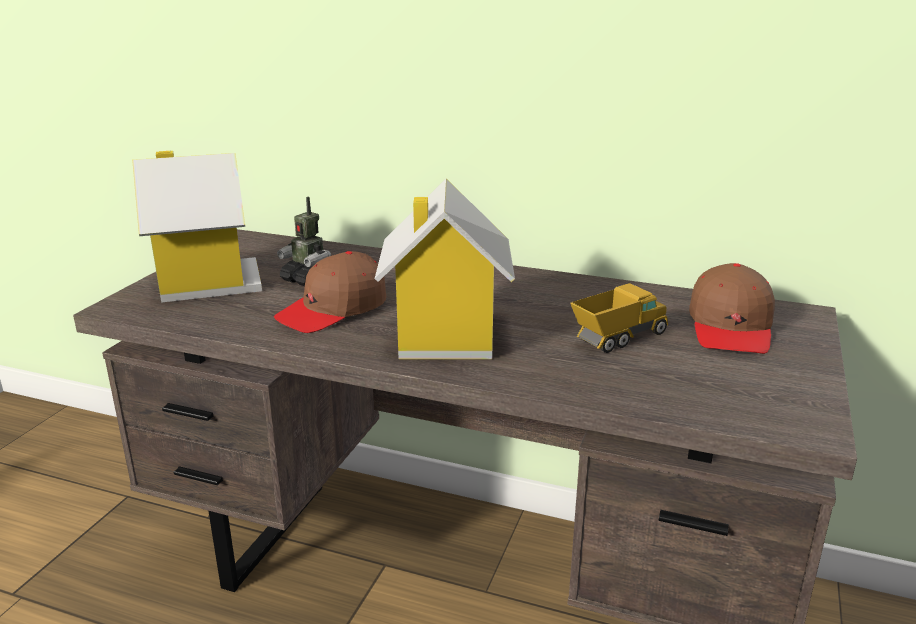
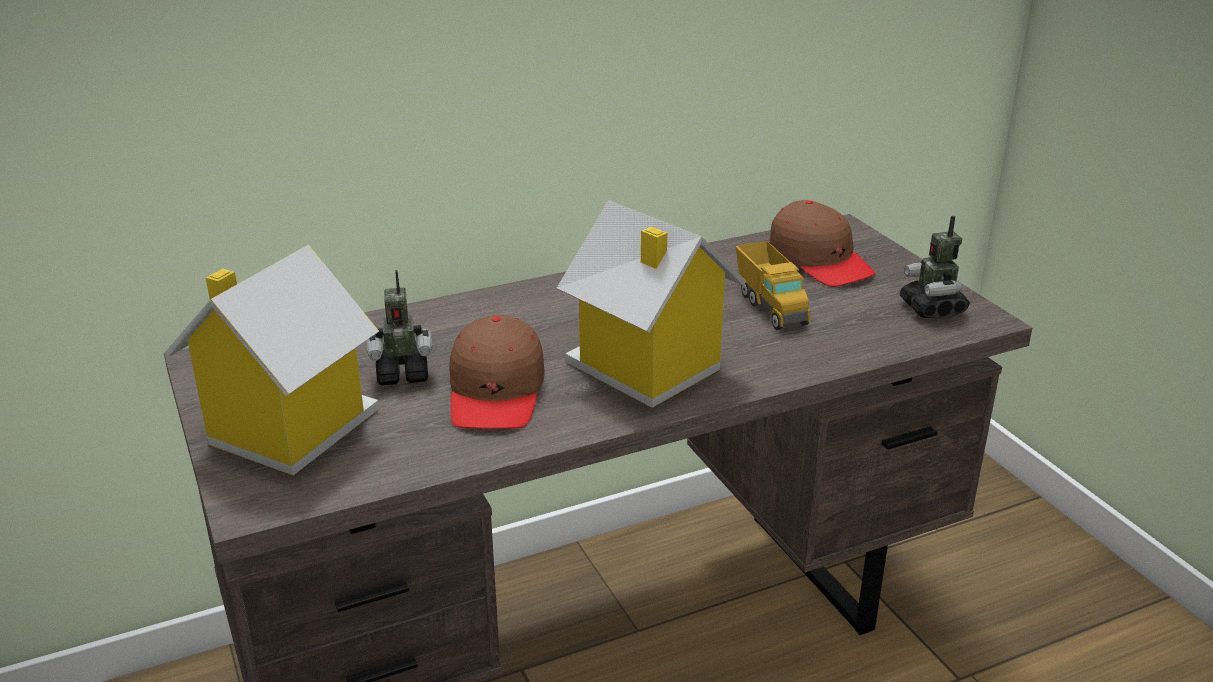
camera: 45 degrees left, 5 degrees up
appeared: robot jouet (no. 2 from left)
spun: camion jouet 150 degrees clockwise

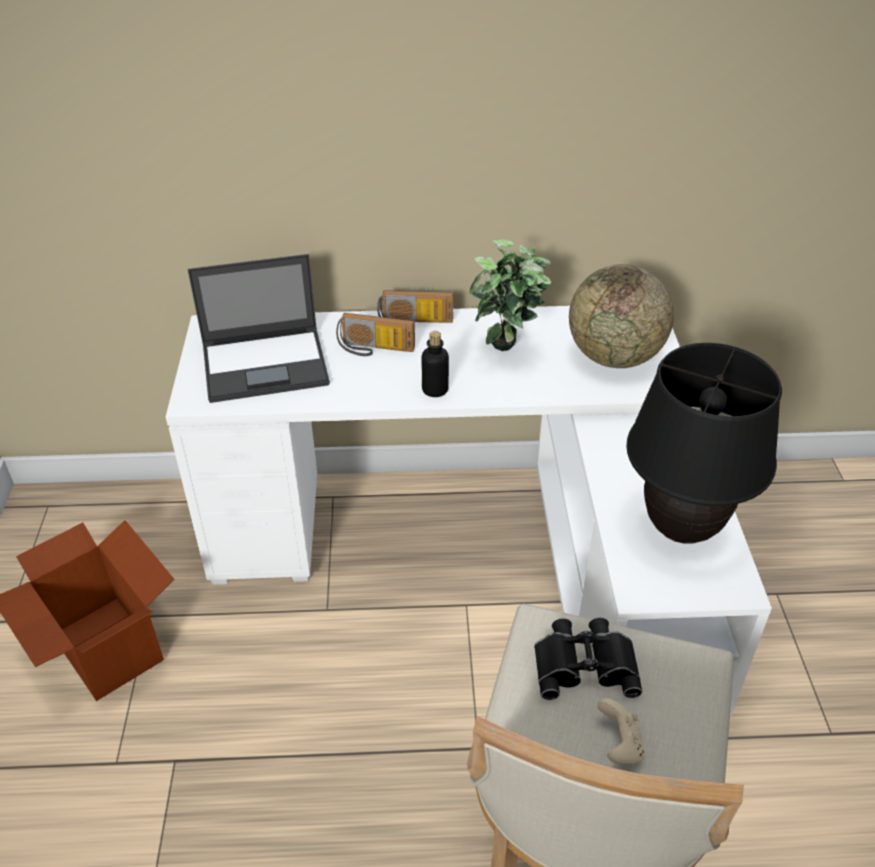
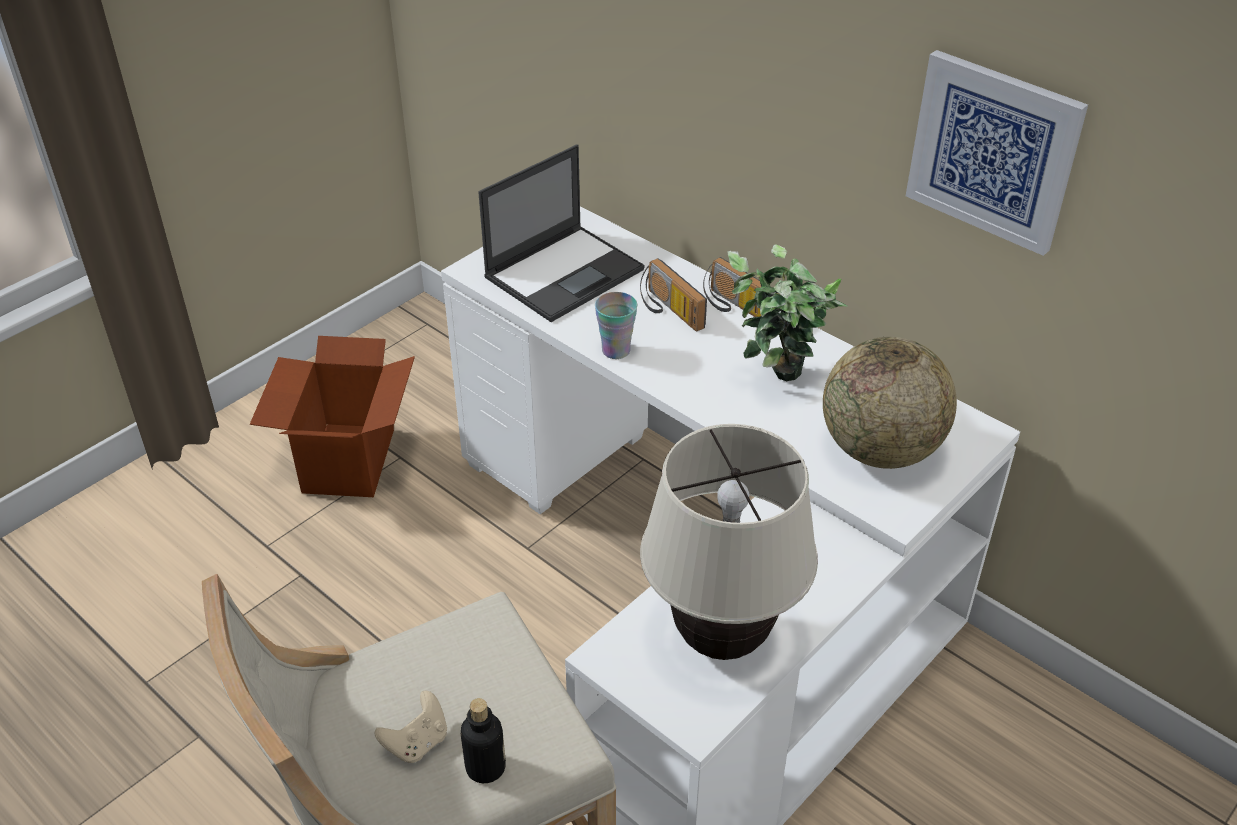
camera: 45 degrees right, 0 degrees up
missing: jumelles [noir]
appeared: tableau; tasse
relocated: bouteille
colour: lampe de table [noir] to lampe de table [beige]
spun: ordinateur portable 75 degrees counterclockwise

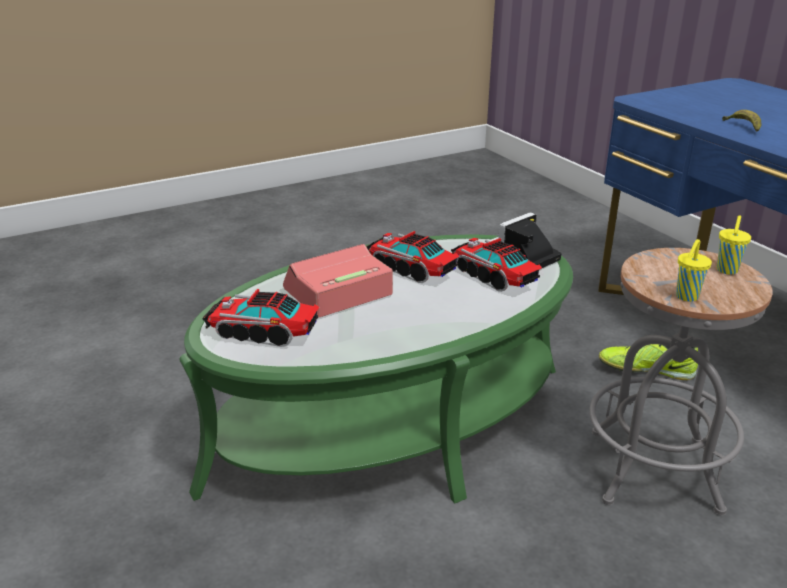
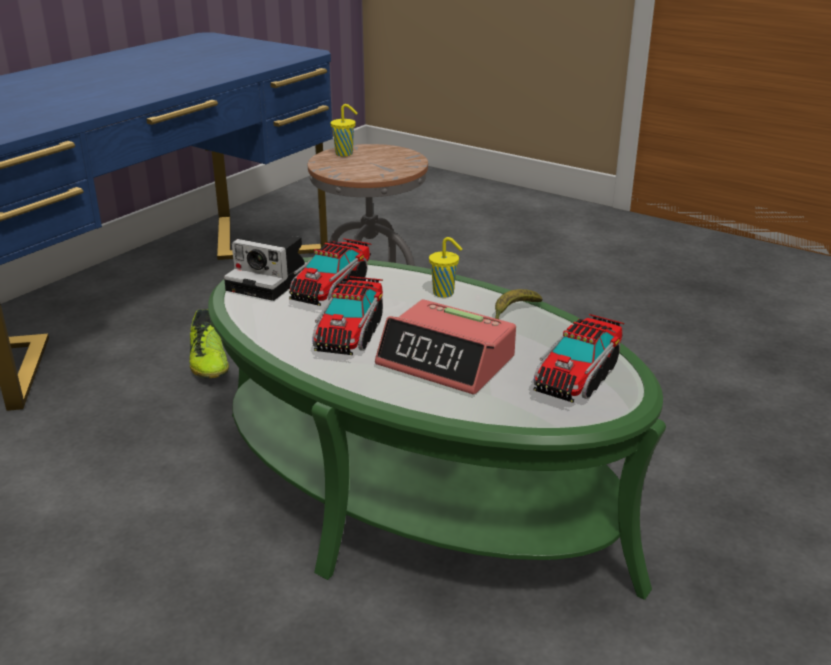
camera: 115 degrees left, 0 degrees up
relocated: banane; tasse [jaune] (no. 1 from left in the first image) to tasse [jaune] (no. 2 from left)
spun: camion jouet (no. 1 from left in the first image) 45 degrees clockwise

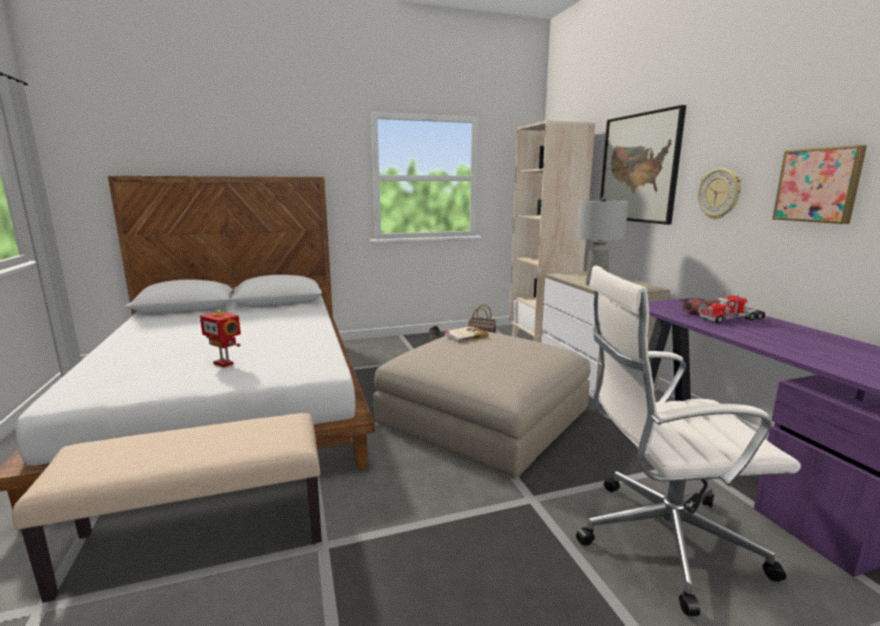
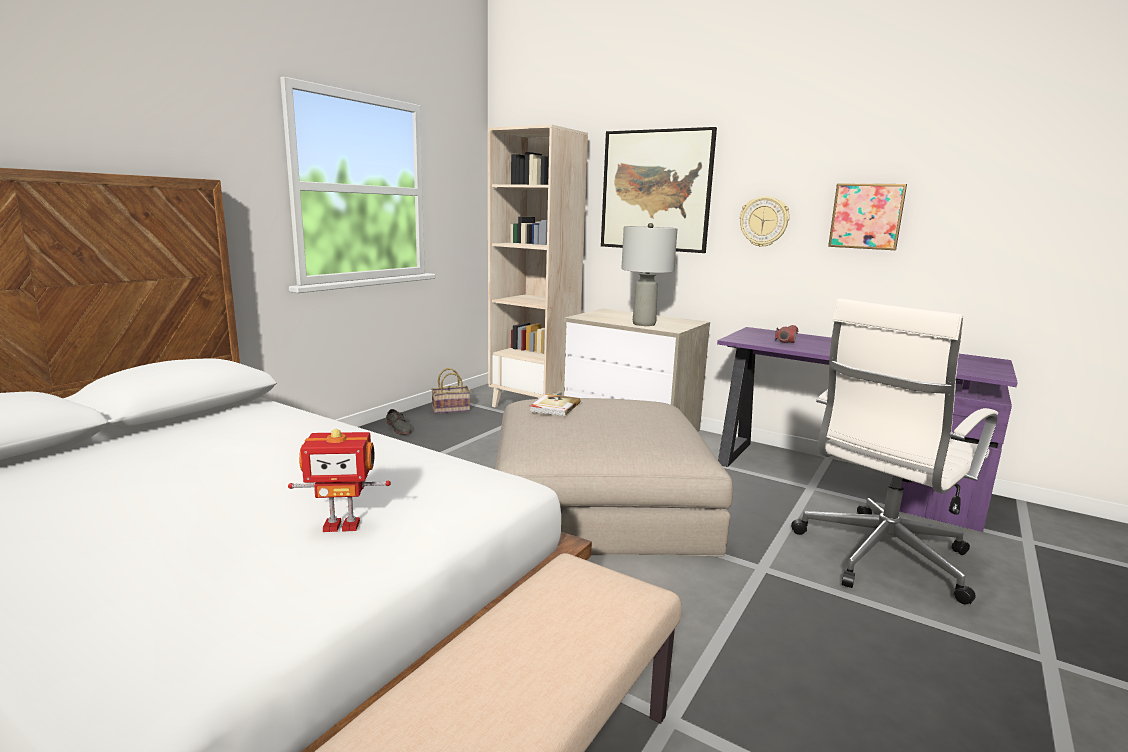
camera: 40 degrees left, 0 degrees up
missing: camion jouet

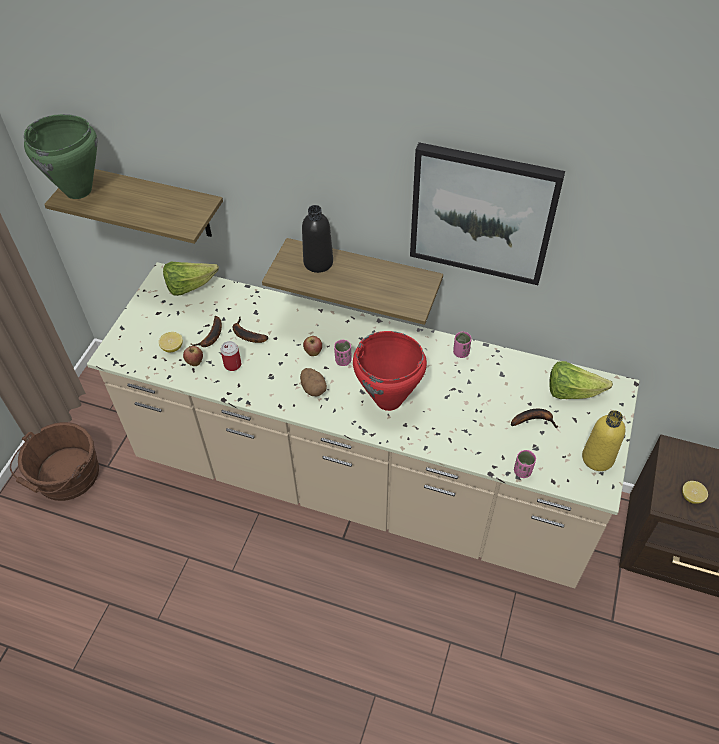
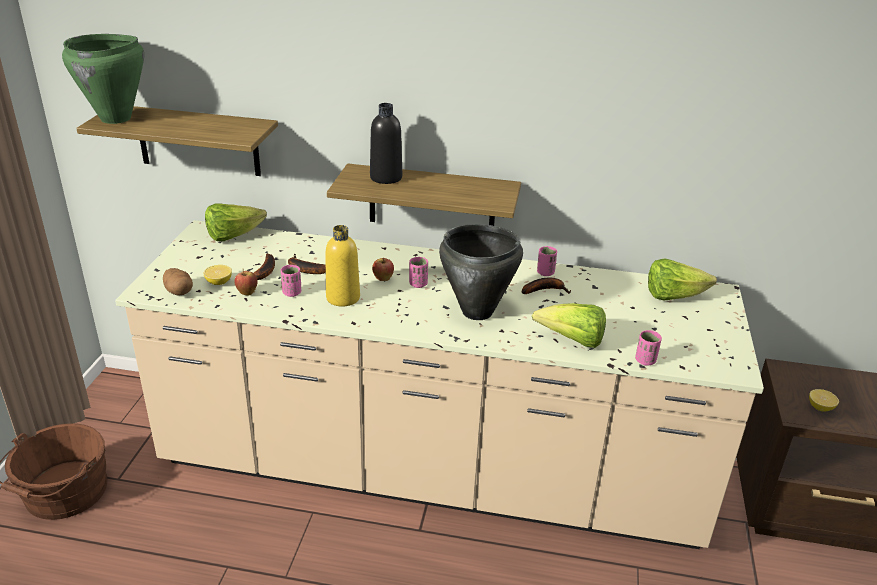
camera: 10 degrees left, 20 degrees down
missing: tableau
appeared: laitue (no. 2 from left)
relocated: pomme de terre; banane (no. 3 from left); bouteille [jaune]
exchanged: boîte métallique to tasse [rose] (no. 1 from left)
colour: marmite [rouge] to marmite [noir]

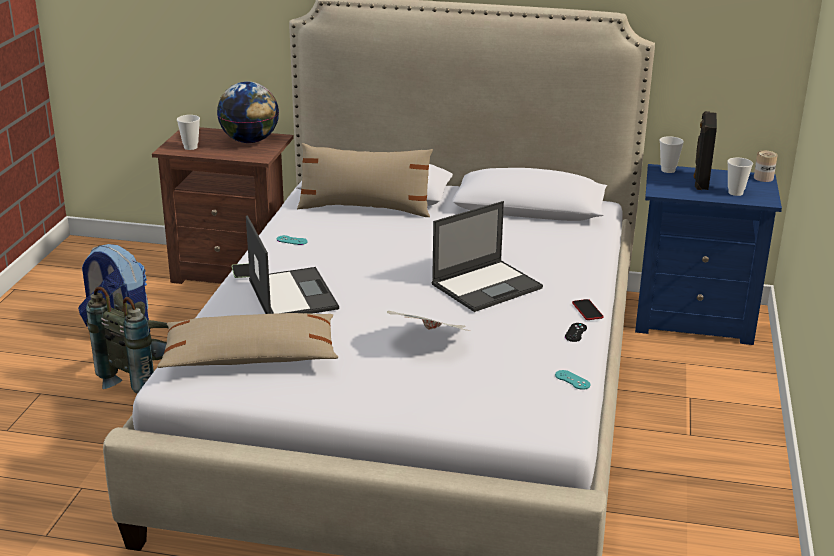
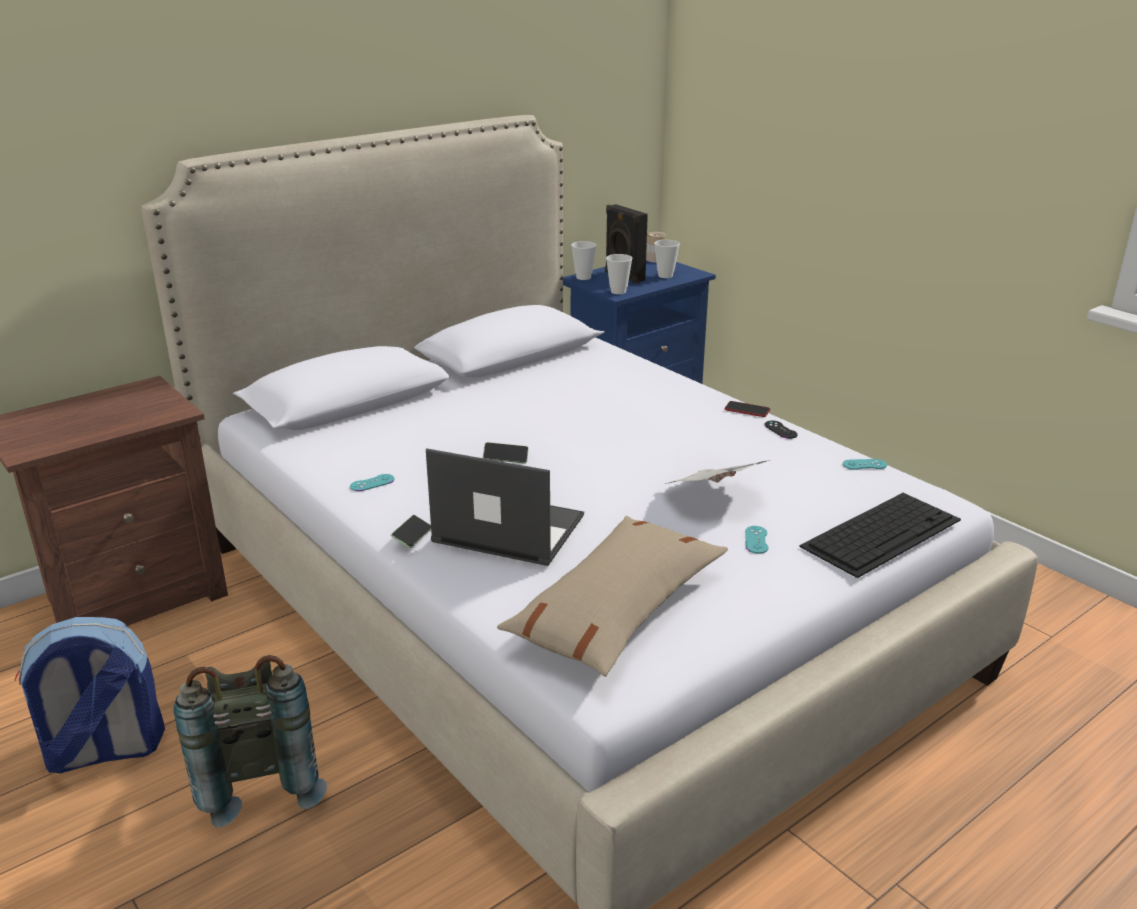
camera: 50 degrees left, 0 degrees up
missing: globe; coussin [beige] (no. 2 from left); ordinateur portable (no. 2 from left)
appeared: téléphone (no. 2 from left); clavier; manette [turquoise] (no. 2 from left)
relocated: tasse (no. 1 from left in the first image) to tasse (no. 2 from left)

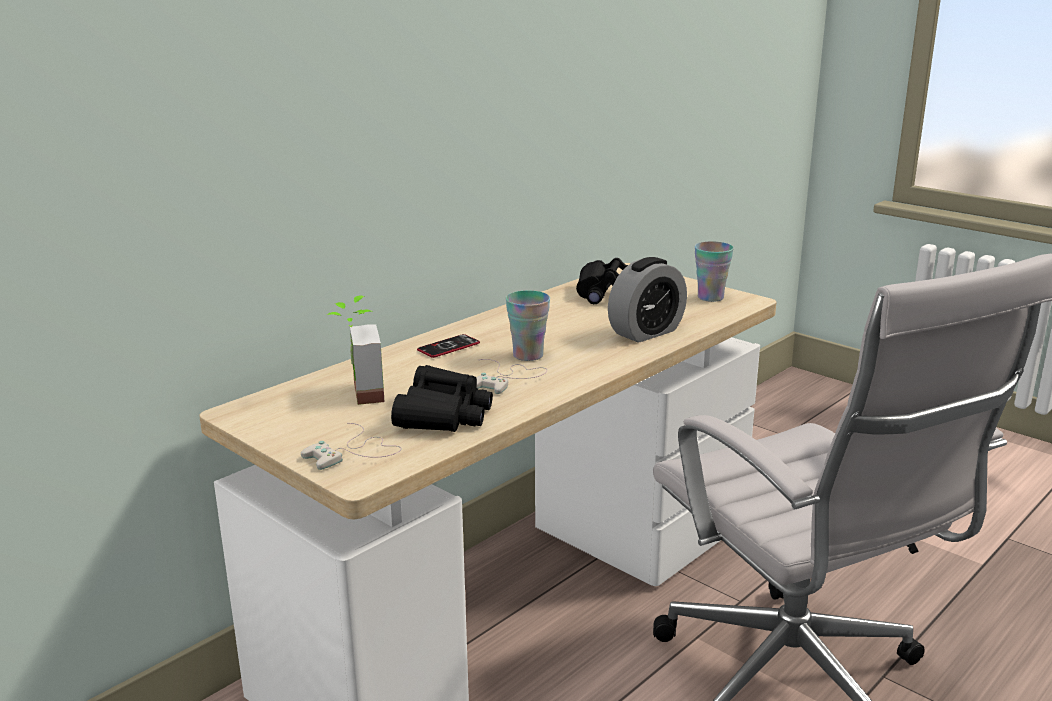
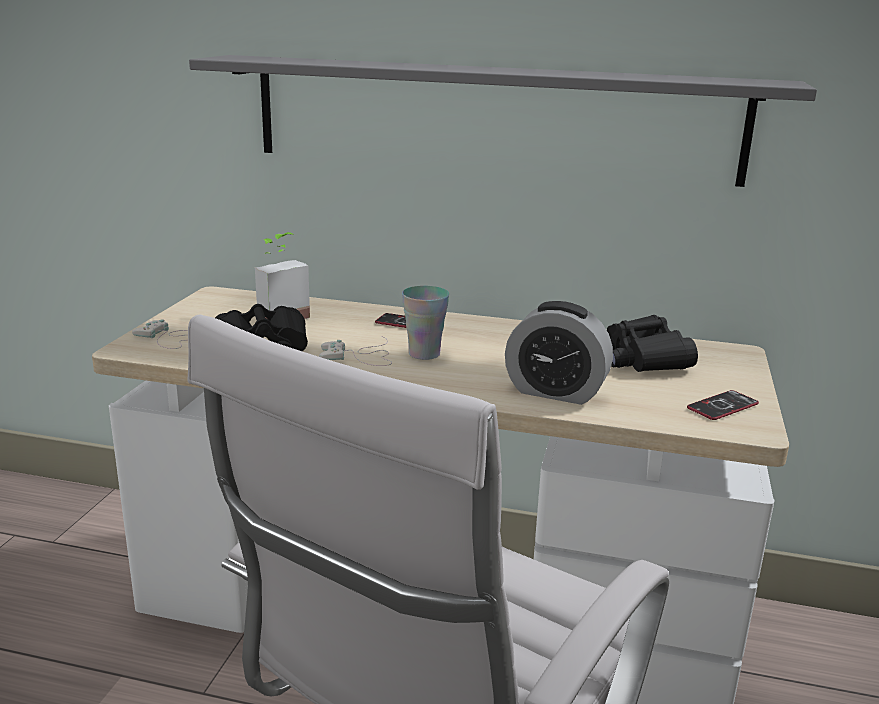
camera: 60 degrees right, 0 degrees up
appeared: étagère [gris]
exchanged: tasse (no. 2 from left) to téléphone (no. 2 from left)

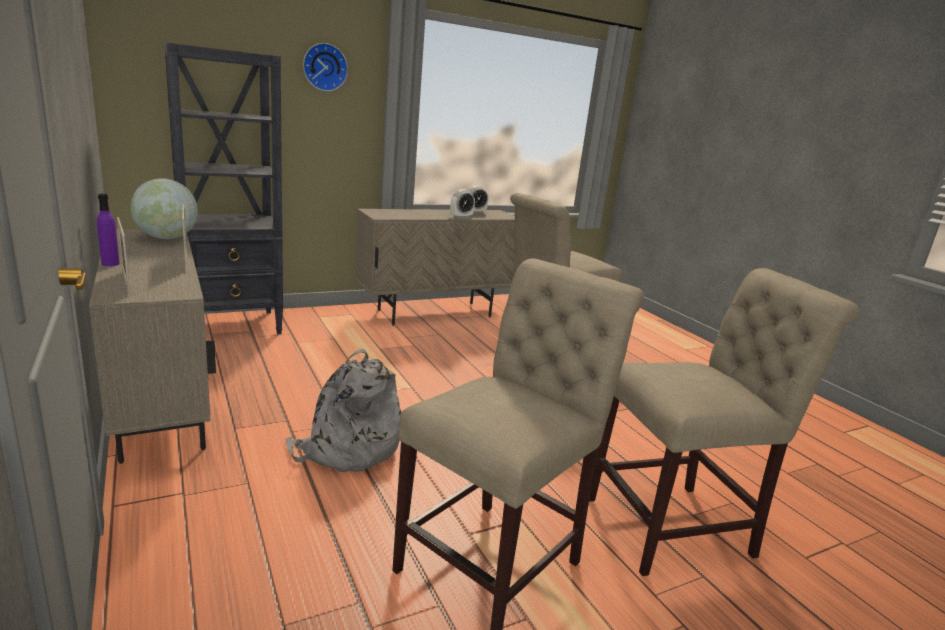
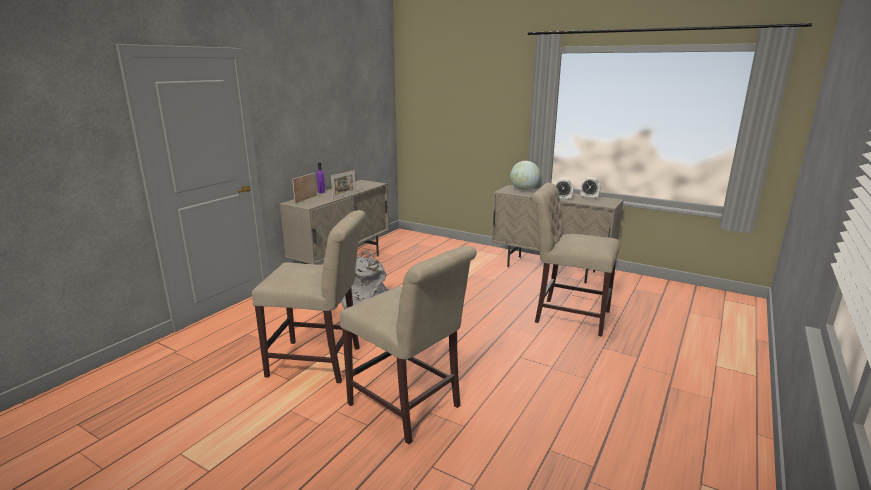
camera: 60 degrees right, 0 degrees up
missing: bibliothèque [noir]; horloge murale
relocated: globe

